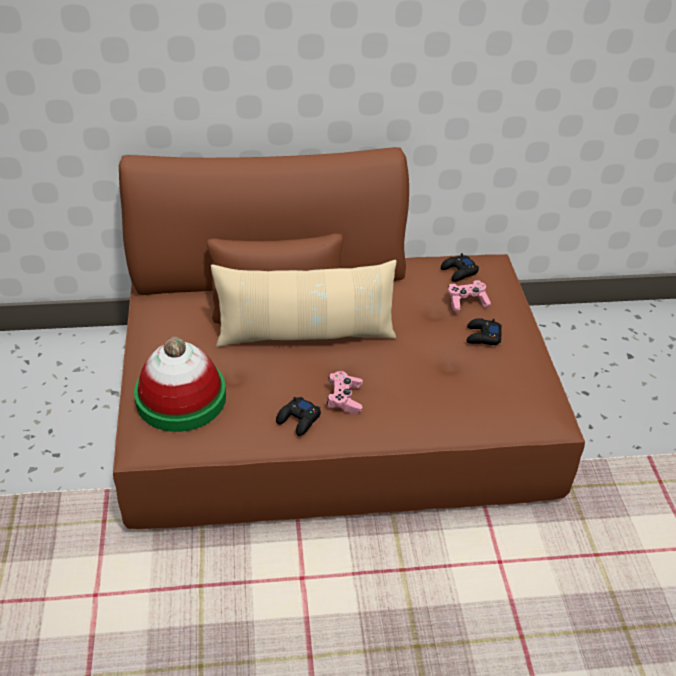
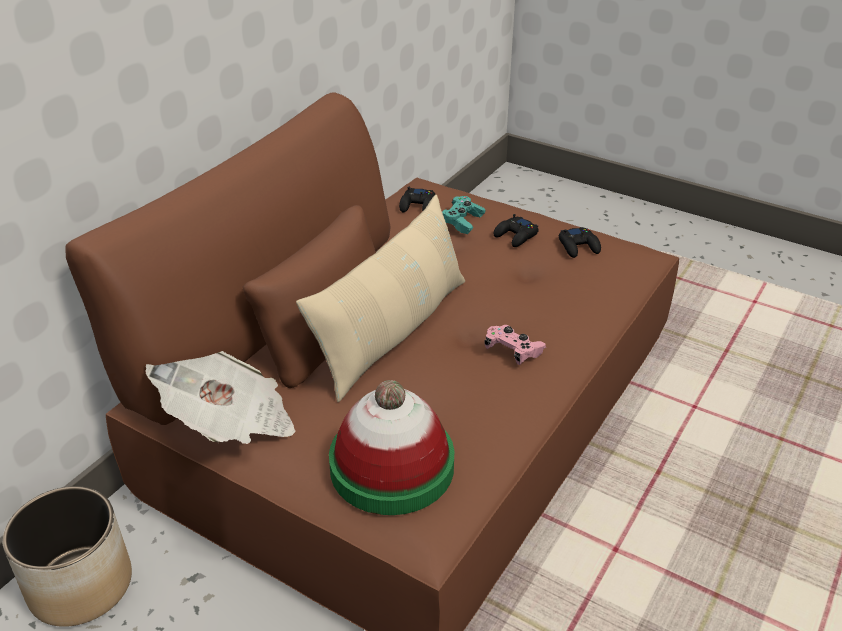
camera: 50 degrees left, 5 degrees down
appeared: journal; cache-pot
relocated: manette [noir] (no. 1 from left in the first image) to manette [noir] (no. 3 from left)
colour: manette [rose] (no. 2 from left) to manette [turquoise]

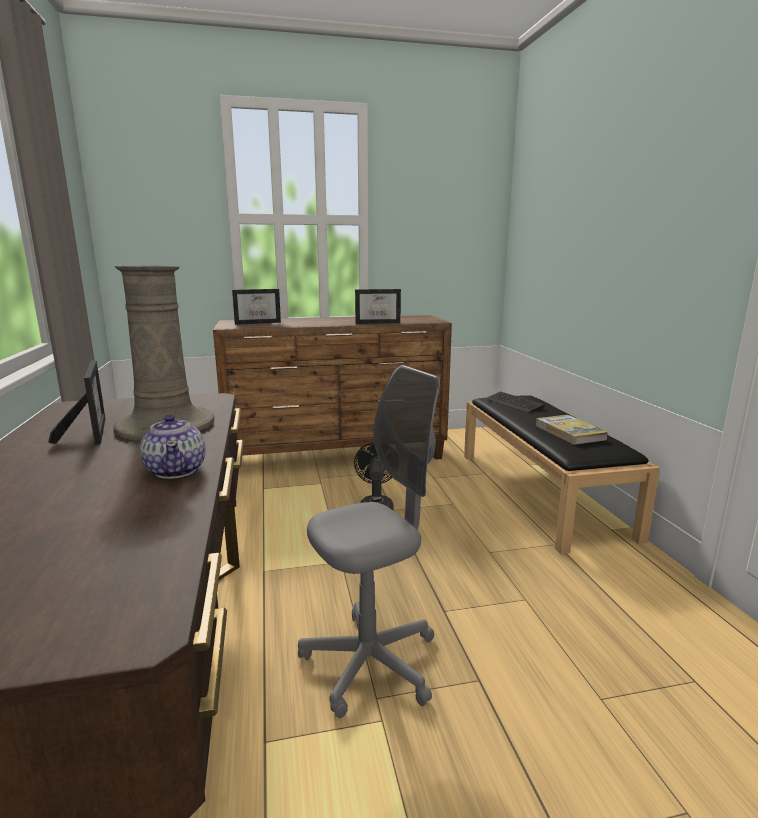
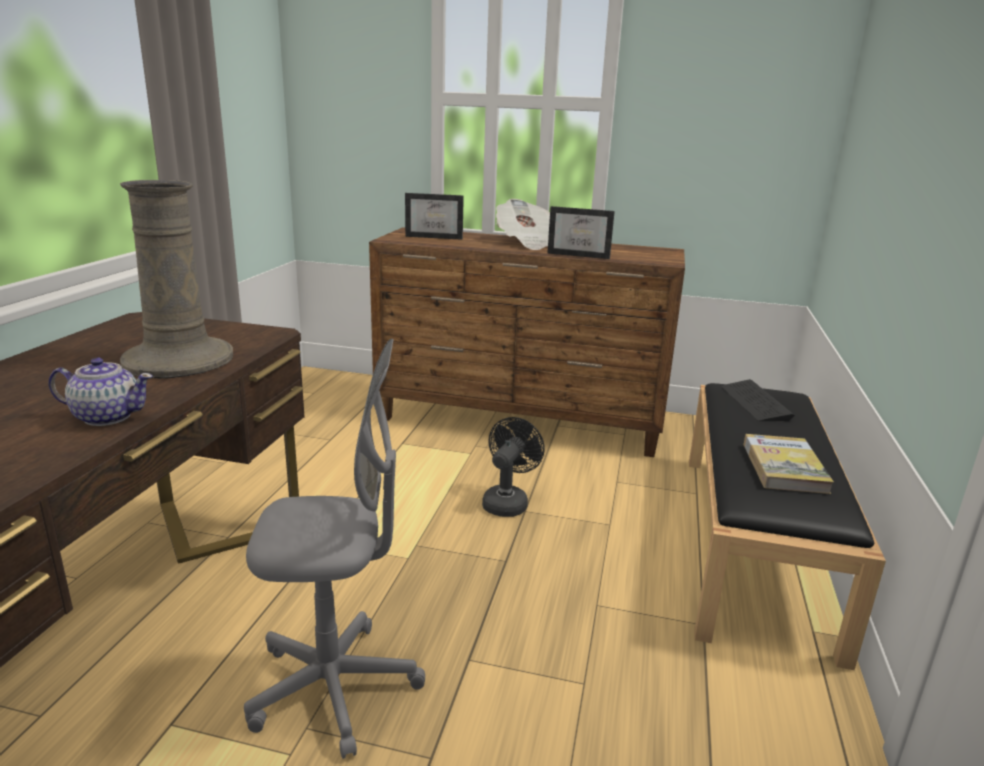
camera: 25 degrees right, 5 degrees up
missing: cadre photo (no. 1 from left)
appeared: journal
spun: théière 90 degrees counterclockwise

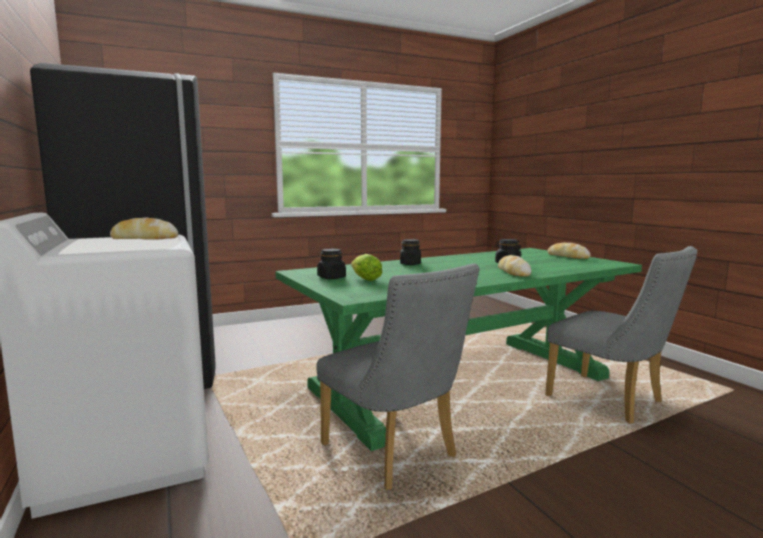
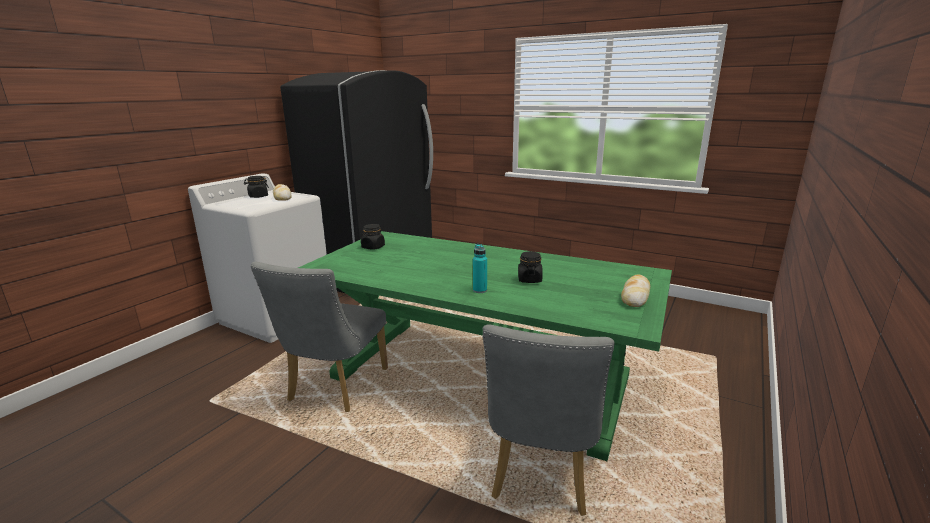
camera: 55 degrees right, 10 degrees up
missing: laitue
relocated: bocal [noir] (no. 2 from left in the first image) to bocal [noir] (no. 1 from left)
exchanged: pain (no. 2 from left) to bouteille [turquoise]

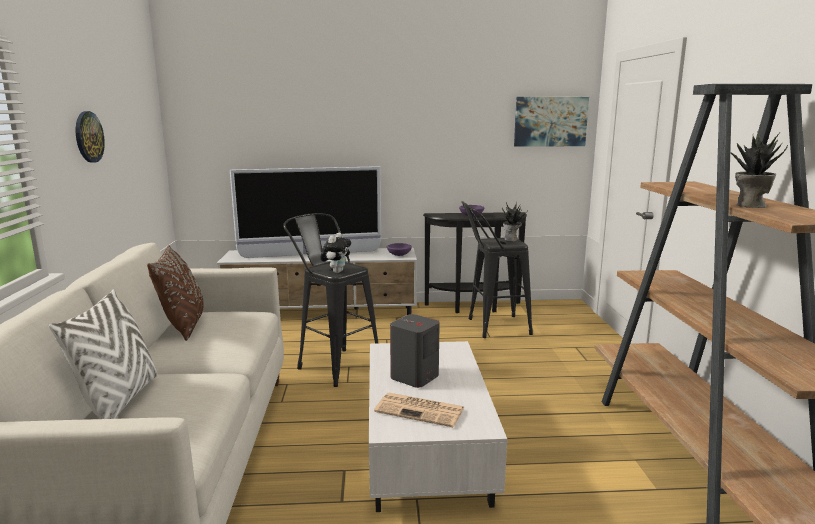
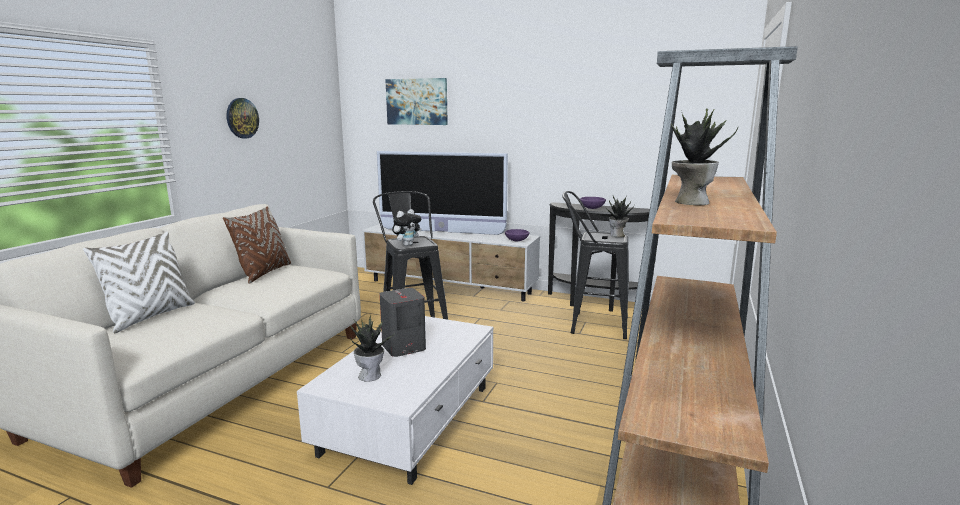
camera: 25 degrees right, 0 degrees up
relocated: tableau
exchanged: journal to plante en pot (no. 1 from left)

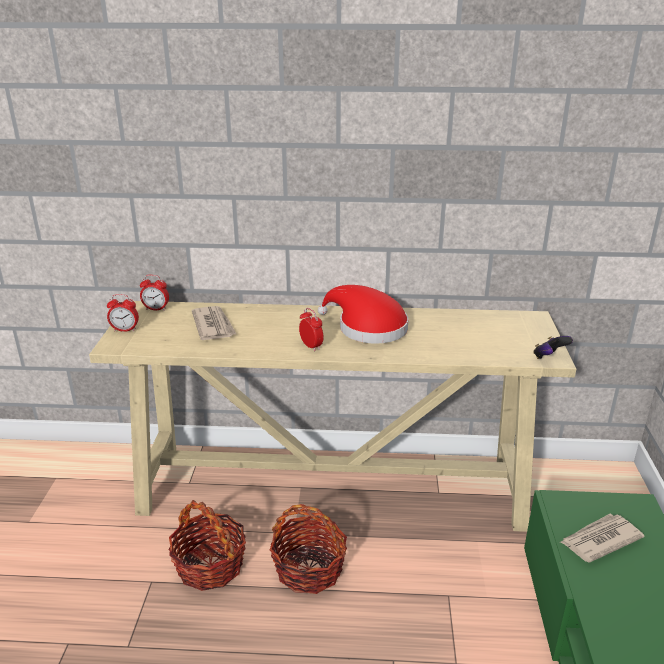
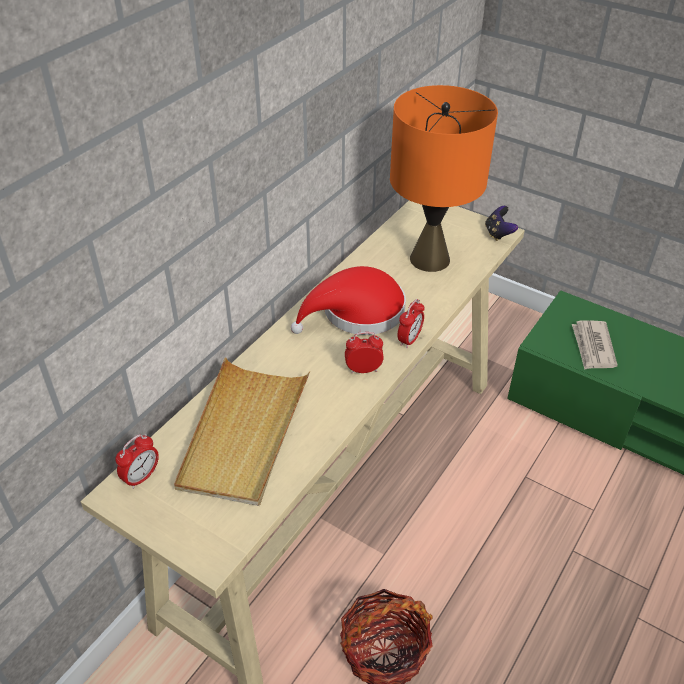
camera: 60 degrees left, 15 degrees up
missing: panier (no. 2 from left)
appeared: lampe de table [orange]
relocated: réveil (no. 1 from left in the first image) to réveil (no. 3 from left)
exchanged: journal (no. 1 from left) to plateau [beige]

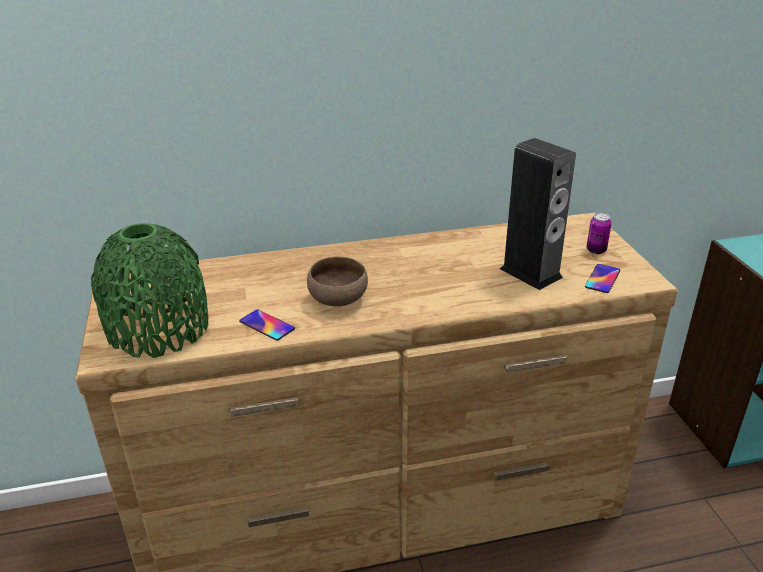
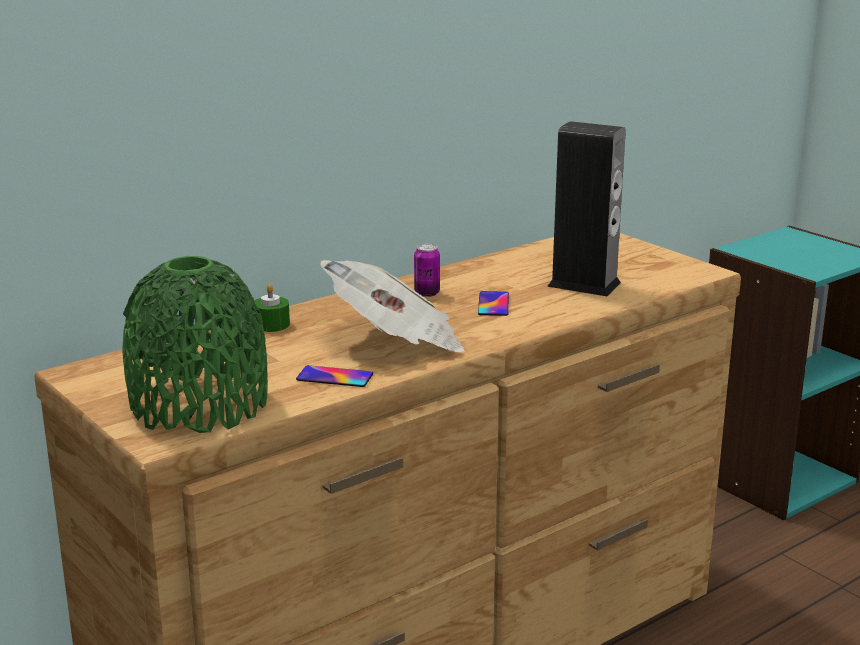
camera: 25 degrees left, 10 degrees down
appeared: bougie [vert]
relocated: boîte métallique; téléphone (no. 2 from left)
exchanged: bol [marron] to journal

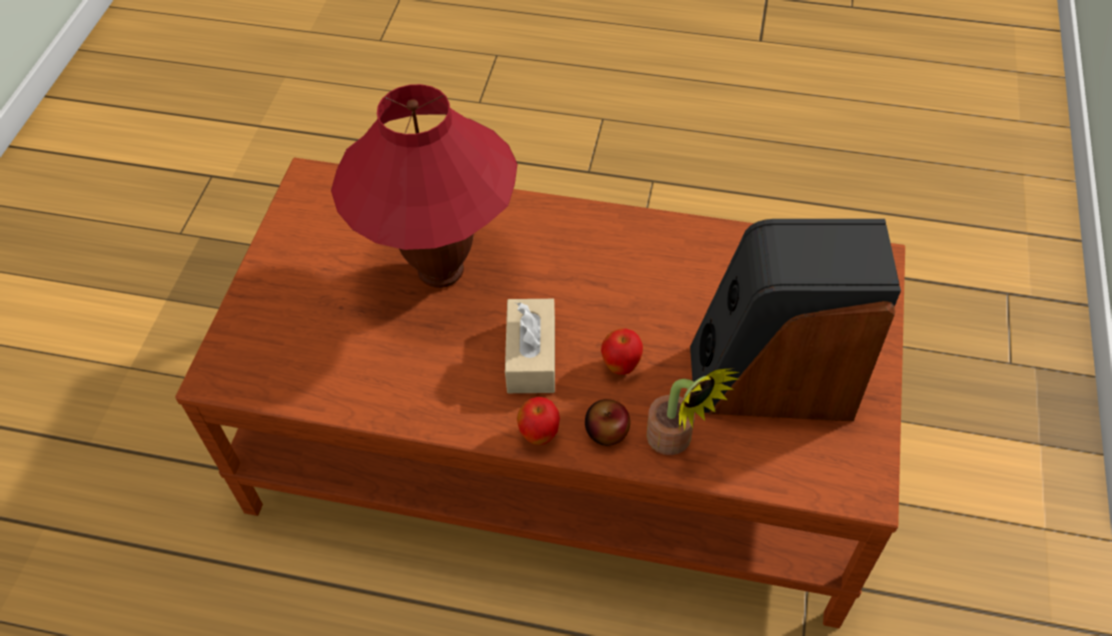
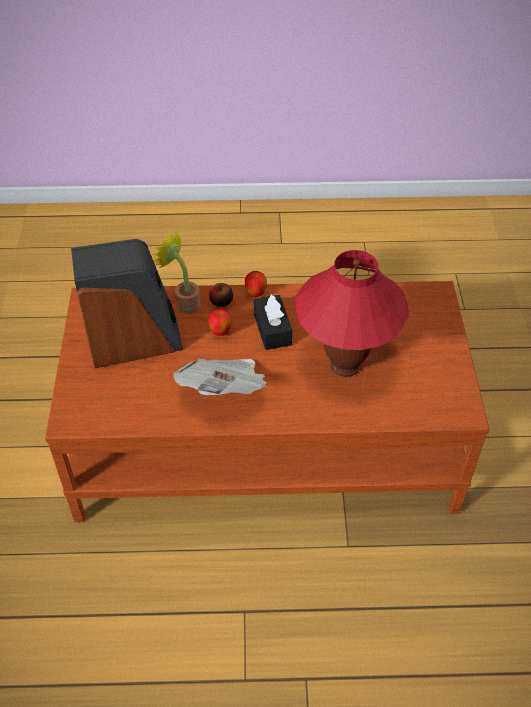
camera: 165 degrees right, 5 degrees down
appeared: journal
colour: boîte à mouchoirs [beige] to boîte à mouchoirs [noir]

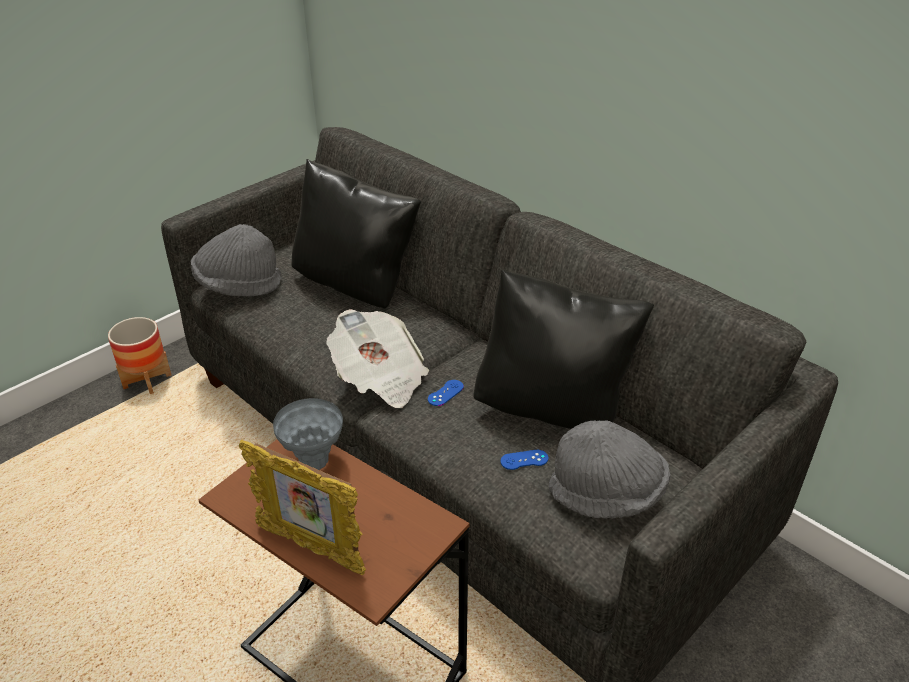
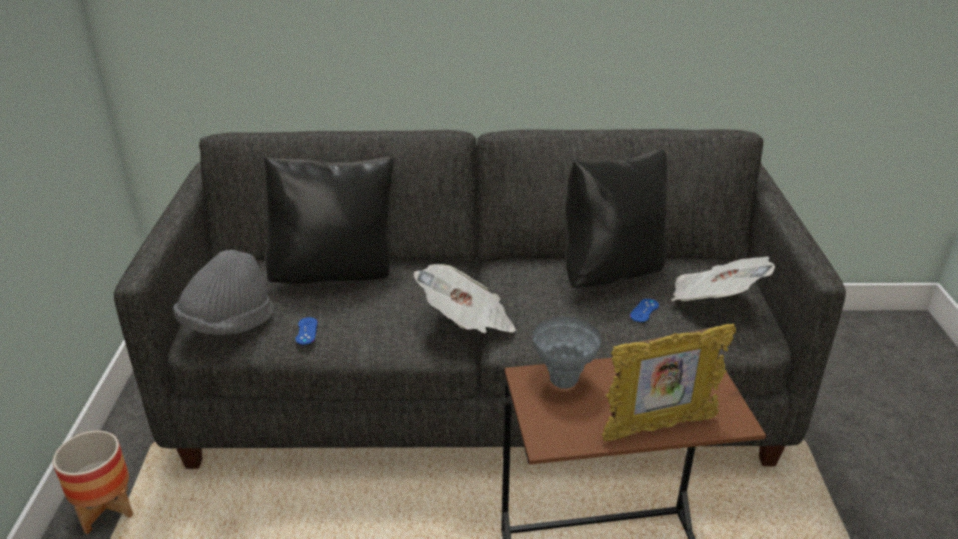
camera: 45 degrees left, 5 degrees down
relocated: manette [bleu] (no. 1 from left)
exchanged: chapeau [gris] (no. 2 from left) to journal (no. 2 from left)

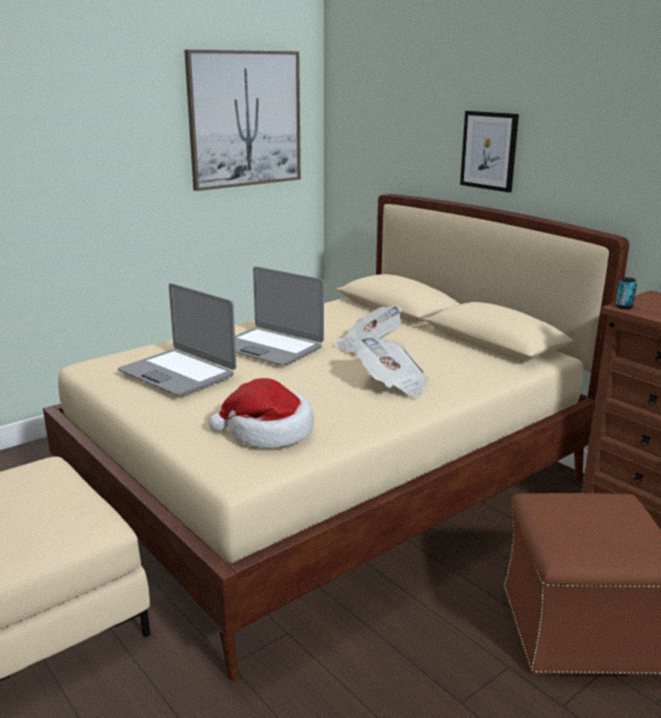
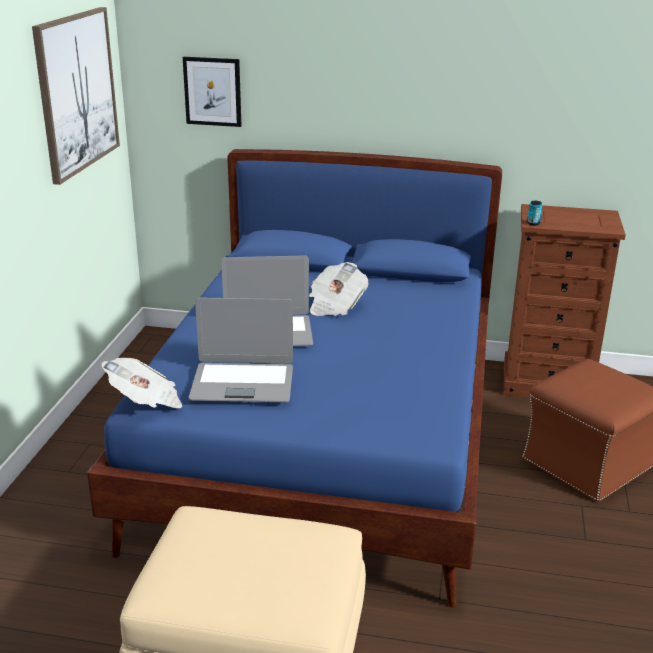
camera: 40 degrees left, 5 degrees up
missing: chapeau
relocated: tableau (no. 2 from left); journal (no. 2 from left in the first image) to journal (no. 1 from left)
colour: lit [beige] to lit [bleu]

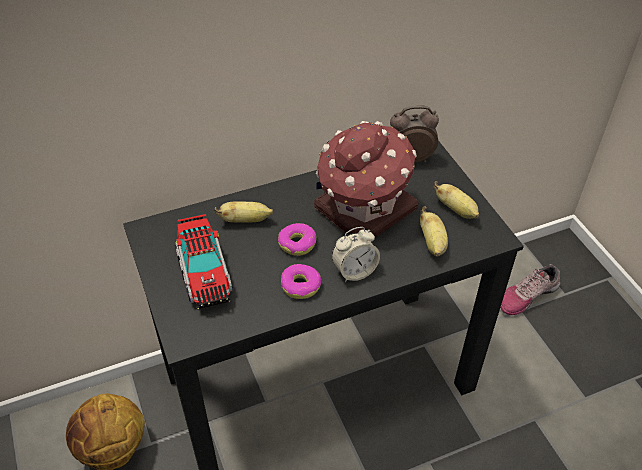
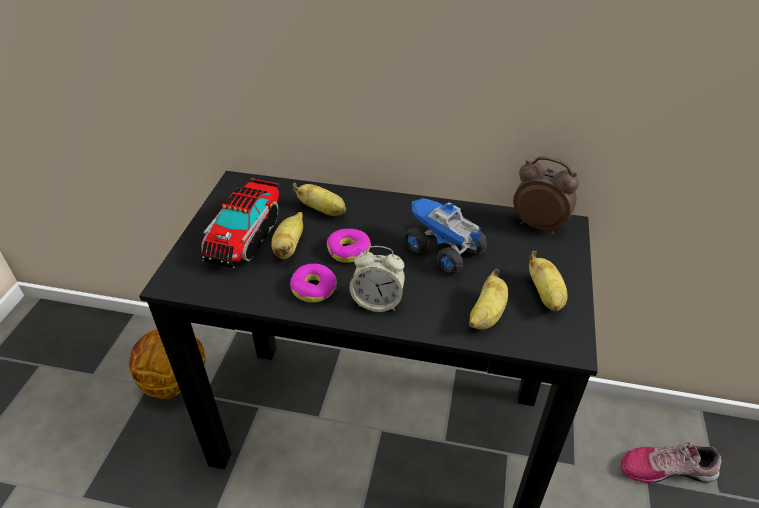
camera: 35 degrees right, 5 degrees down
appeared: banane (no. 1 from left)
exchanged: maison miniature to camion jouet (no. 2 from left)

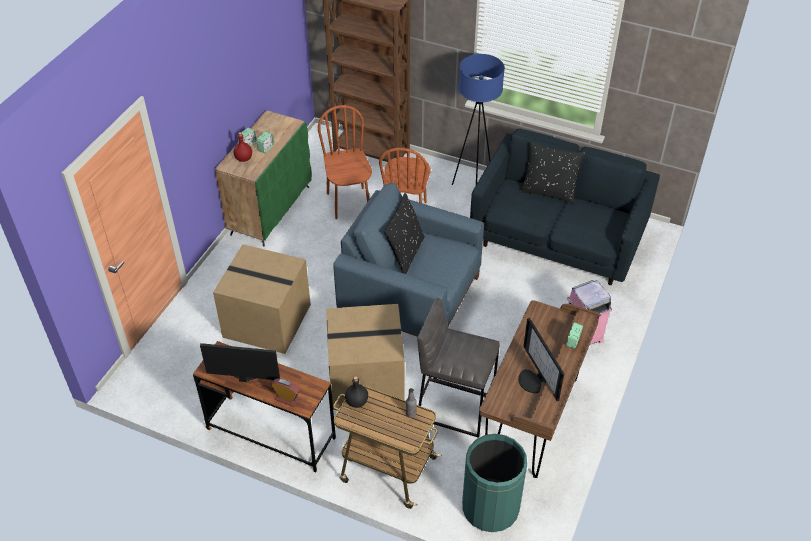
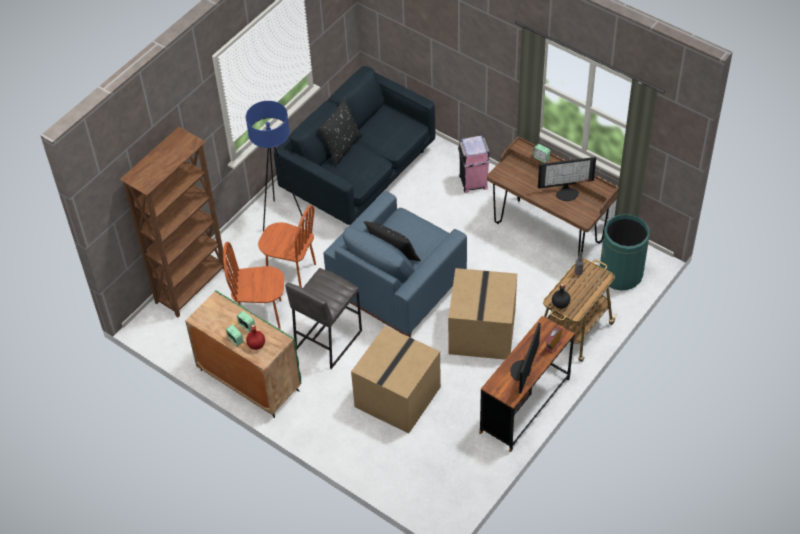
camera: 75 degrees left, 5 degrees up
relocated: tabouret [gris]

